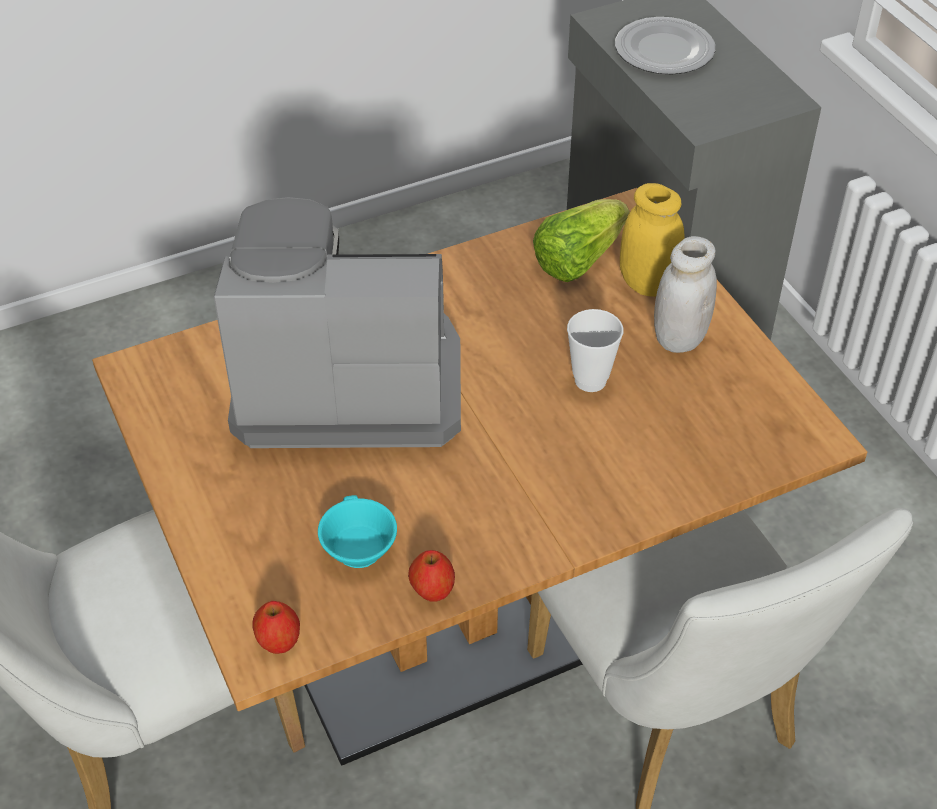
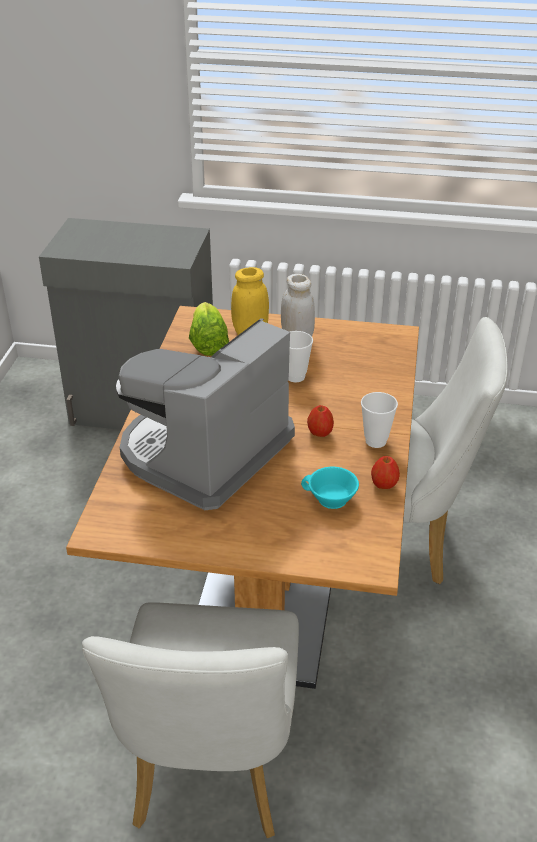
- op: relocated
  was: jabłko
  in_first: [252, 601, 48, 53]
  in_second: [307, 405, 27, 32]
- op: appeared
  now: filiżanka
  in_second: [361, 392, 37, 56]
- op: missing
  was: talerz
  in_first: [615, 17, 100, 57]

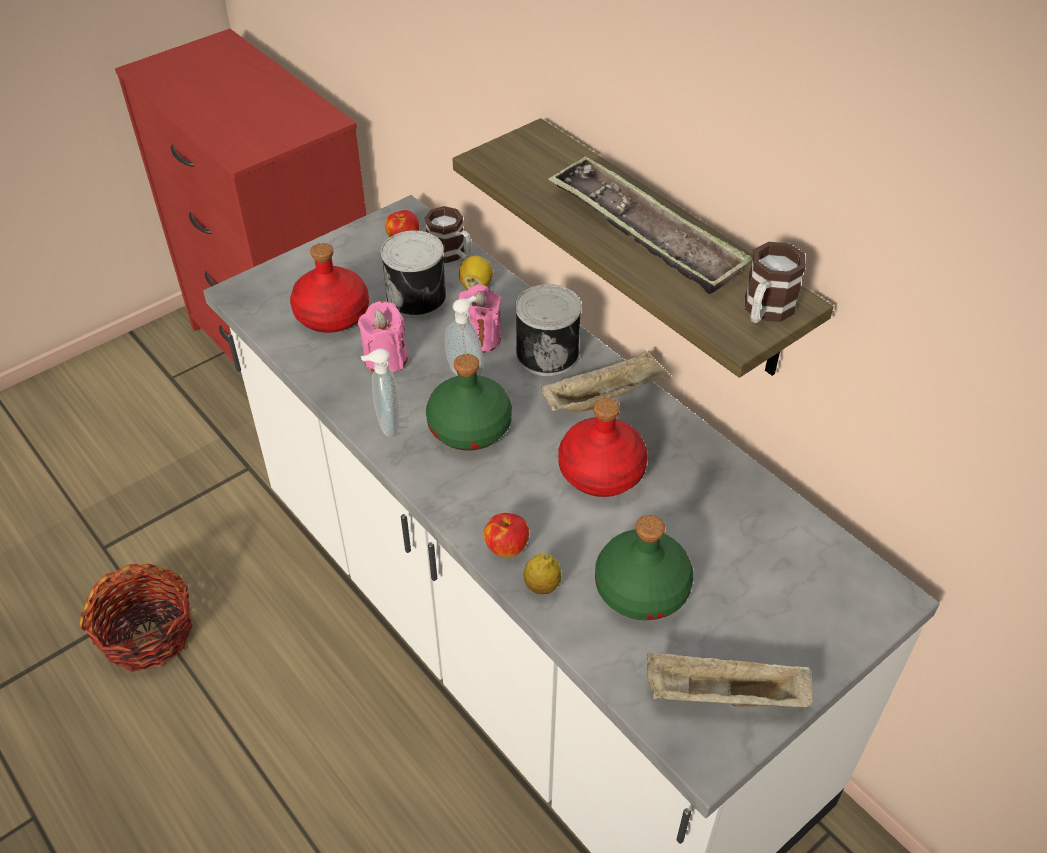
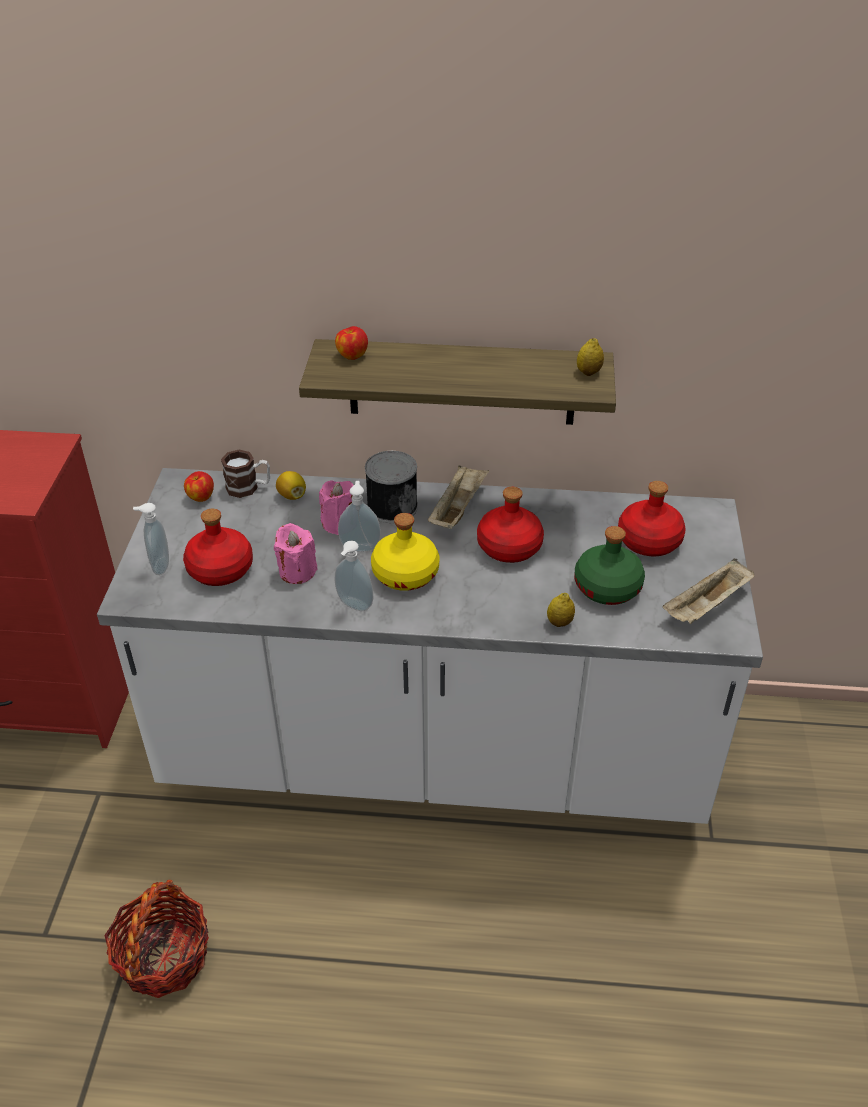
- op: appeared
  now: dozownik mydła
  in_second: [133, 503, 36, 72]
- op: relocated
  was: jabłko
  in_first: [484, 513, 45, 44]
  in_second: [335, 326, 33, 34]
- op: colour
  was: butelka/zielony
  now: butelka/żółty
  in_first: [426, 354, 86, 96]
  in_second: [371, 513, 68, 78]
- op: exchanged
  was: kubek
  now: cytryna
  in_first: [745, 242, 61, 81]
  in_second: [577, 338, 27, 38]
- op: appeared
  now: butelka/czerwony
  in_second: [618, 481, 68, 75]
- op: missing
  was: puszka
  in_first: [381, 230, 66, 88]
- op: missing
  was: taca
  in_first: [548, 156, 204, 138]

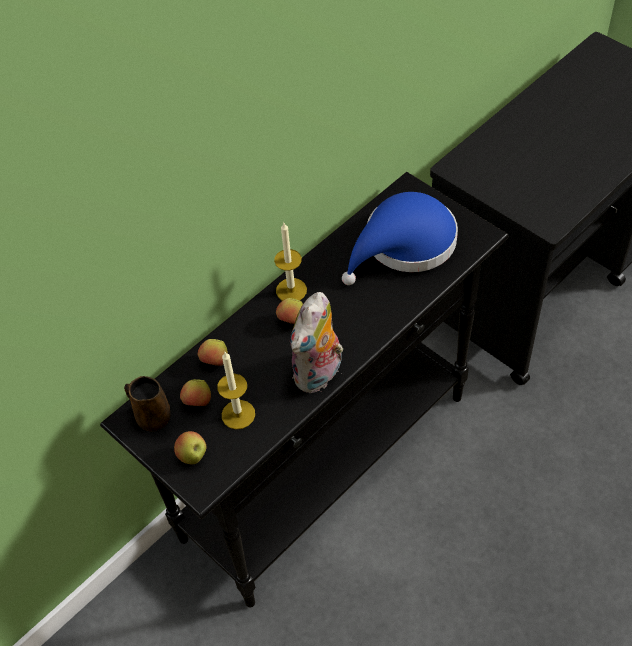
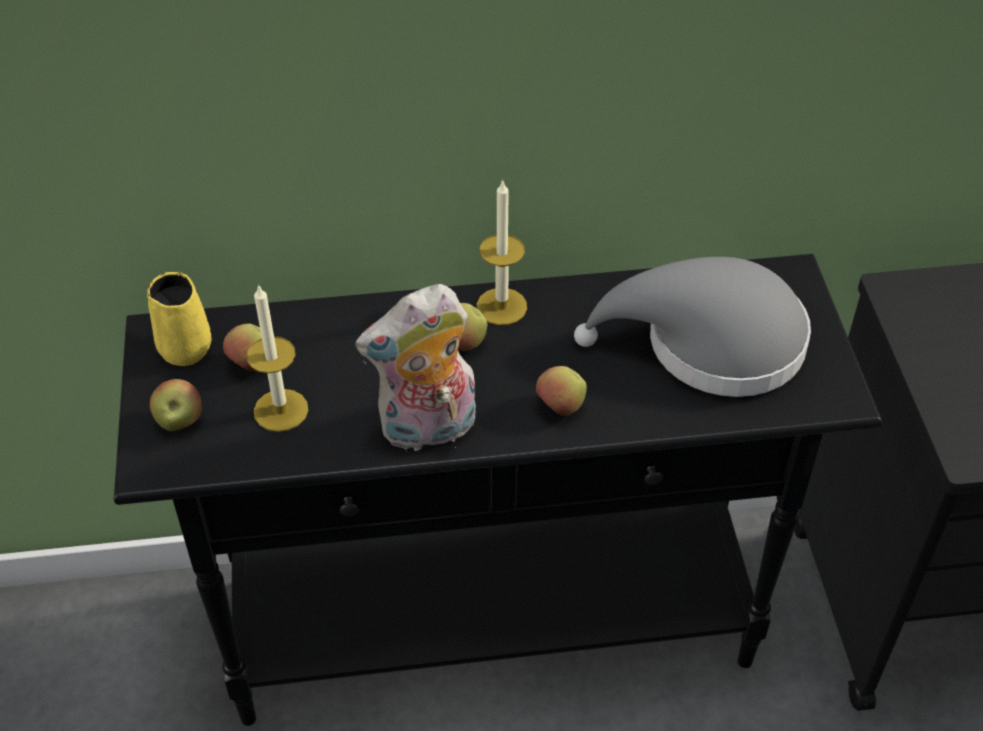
- op: colour
  was: kubek/brązowy
  now: kubek/żółty
  in_first: [124, 376, 47, 55]
  in_second: [147, 272, 64, 94]
- op: relocated
  was: jabłko
  in_first: [198, 339, 30, 27]
  in_second: [536, 366, 51, 50]
- op: colour
  was: kapelusz/niebieski
  now: kapelusz/szary
  in_first: [342, 192, 116, 93]
  in_second: [574, 257, 237, 140]

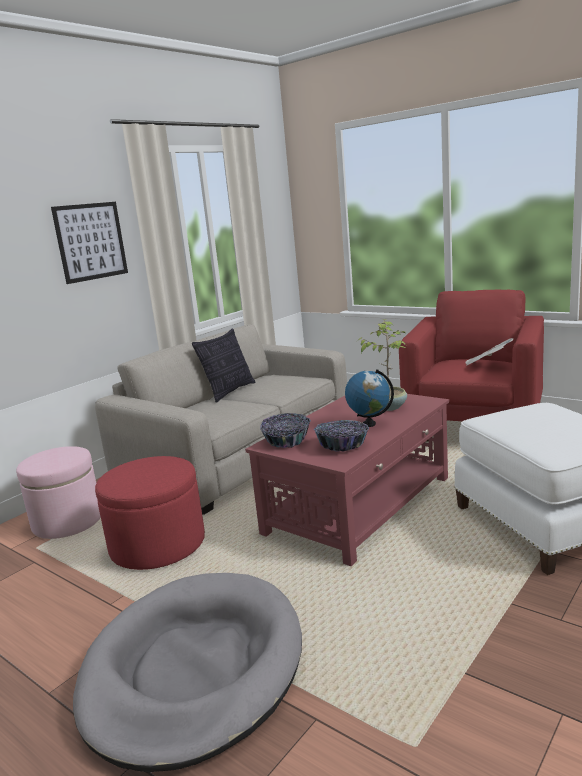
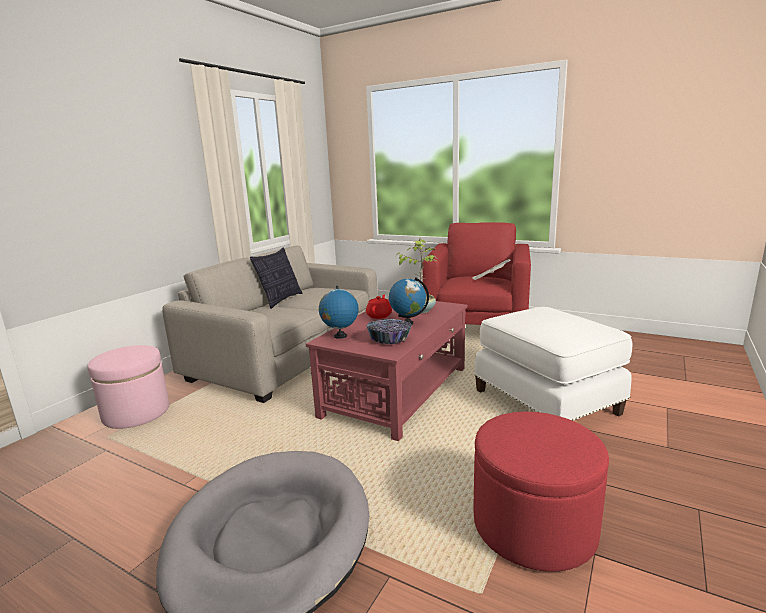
- op: exchanged
  was: miska
  now: globus
  in_first: [260, 413, 51, 35]
  in_second: [319, 286, 40, 53]
- op: appeared
  now: imbryk/czerwony
  in_second: [366, 295, 26, 24]
- op: relocated
  was: pufa/czerwony
  in_first: [95, 456, 110, 114]
  in_second: [473, 411, 136, 161]
- op: missing
  was: obraz
  in_first: [51, 202, 77, 82]

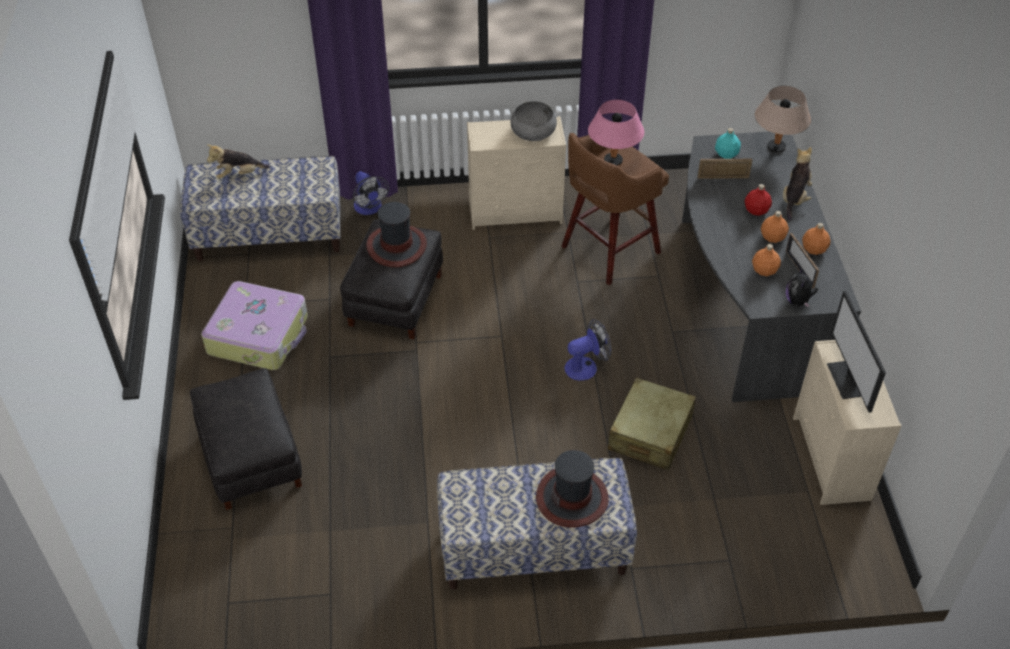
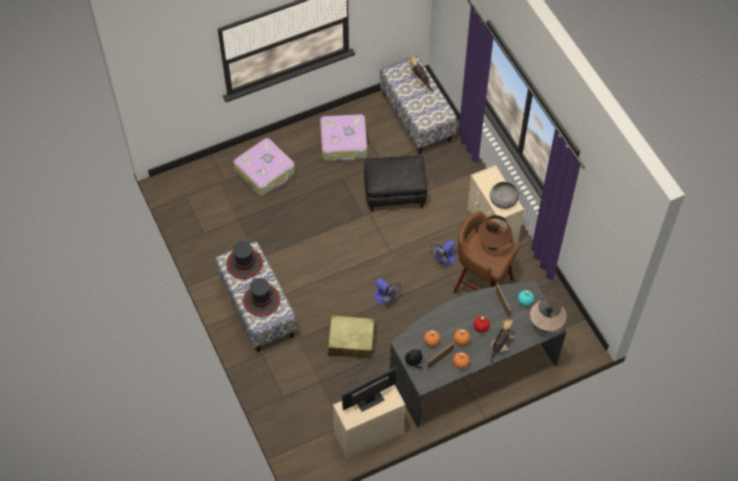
- op: relocated
  was: kapelusz
  in_first: [366, 202, 61, 65]
  in_second: [226, 241, 37, 38]
- op: exchanged
  was: pufa/czarny
  now: walizka
  in_first: [190, 368, 112, 142]
  in_second: [233, 138, 62, 58]
- op: relocated
  was: wentylator
  in_first: [353, 171, 36, 44]
  in_second: [431, 240, 25, 26]
- op: colour
  was: lampa stołowa/różowy
  now: lampa stołowa/brązowy
  in_first: [588, 100, 56, 66]
  in_second: [478, 215, 35, 35]
- op: spun
  was: pluszak
  in_first: [783, 147, 29, 74]
  in_second: [491, 320, 23, 43]
  clockwise: -60

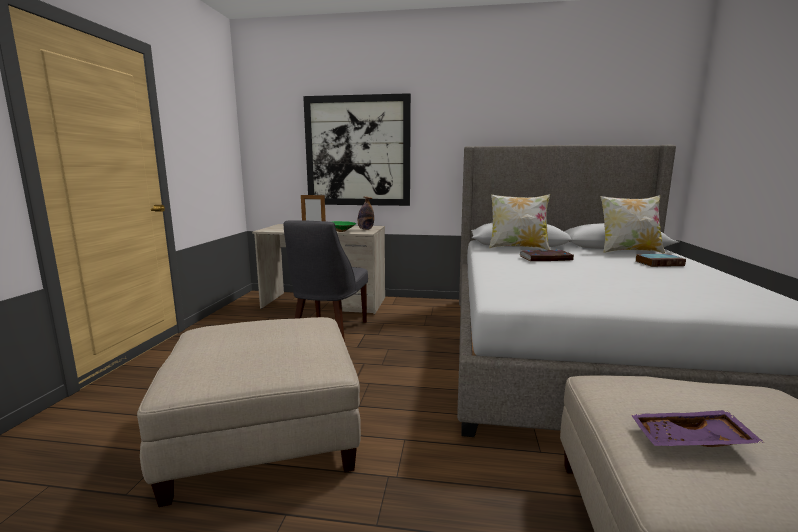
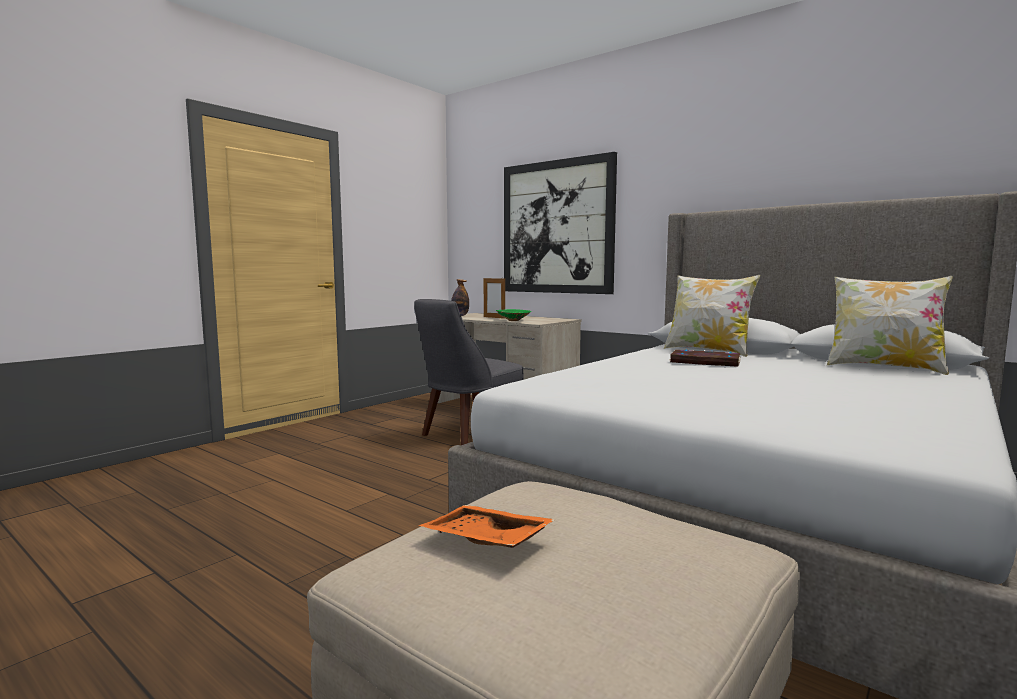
- op: colour
  was: taca/fioletowy
  now: taca/pomarańczowy
  in_first: [631, 410, 133, 37]
  in_second: [419, 505, 137, 43]
- op: relocated
  was: butelka
  in_first: [358, 196, 16, 34]
  in_second: [451, 279, 18, 37]
- op: missing
  was: pufa/beżowy
  in_first: [137, 317, 224, 190]
- op: missing
  was: książka
  in_first: [636, 254, 50, 13]

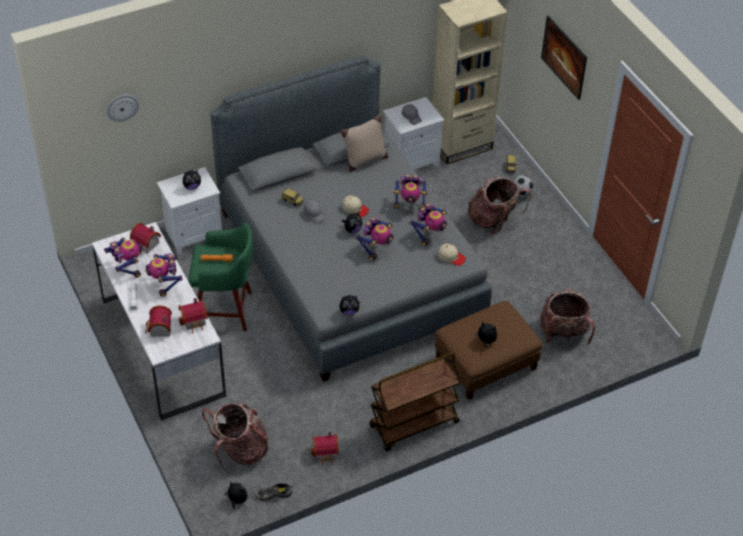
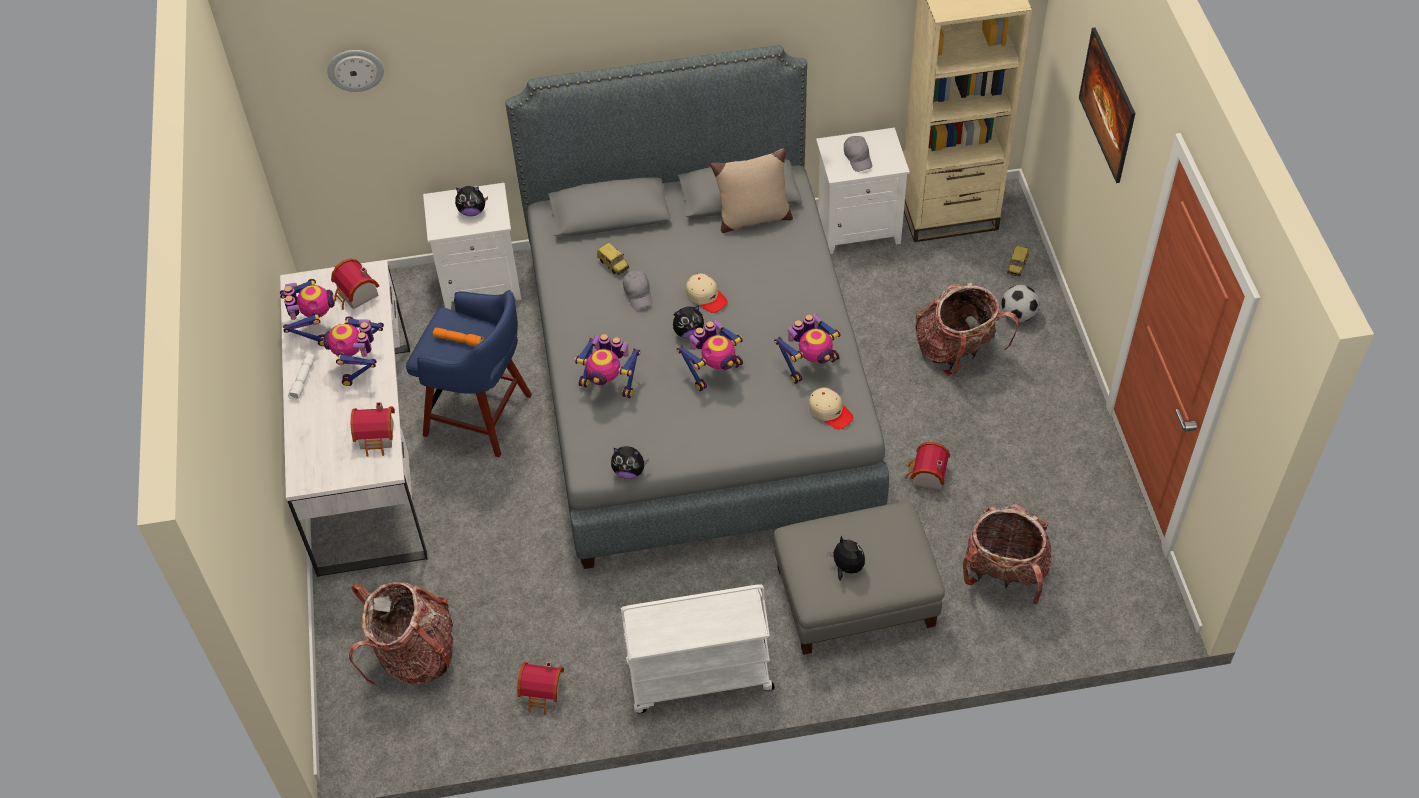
- op: colour
  was: stołek/zielony
  now: stołek/niebieski
  in_first: [188, 223, 65, 108]
  in_second: [406, 290, 126, 167]
- op: relocated
  was: robot zabawkowy
  in_first: [393, 174, 35, 35]
  in_second: [574, 334, 67, 64]
- op: colour
  was: wózek/brązowy
  now: wózek/biały
  in_first: [369, 352, 92, 99]
  in_second: [621, 584, 154, 129]
- op: colour
  was: pufa/brązowy
  now: pufa/szary
  in_first: [435, 301, 108, 99]
  in_second: [774, 502, 171, 153]
- op: relocated
  was: domek
  in_first: [145, 305, 27, 32]
  in_second: [905, 442, 45, 48]
- op: missing
  was: pluszak
  in_first: [224, 482, 23, 27]
- op: missing
  was: but
  in_first: [255, 483, 38, 18]

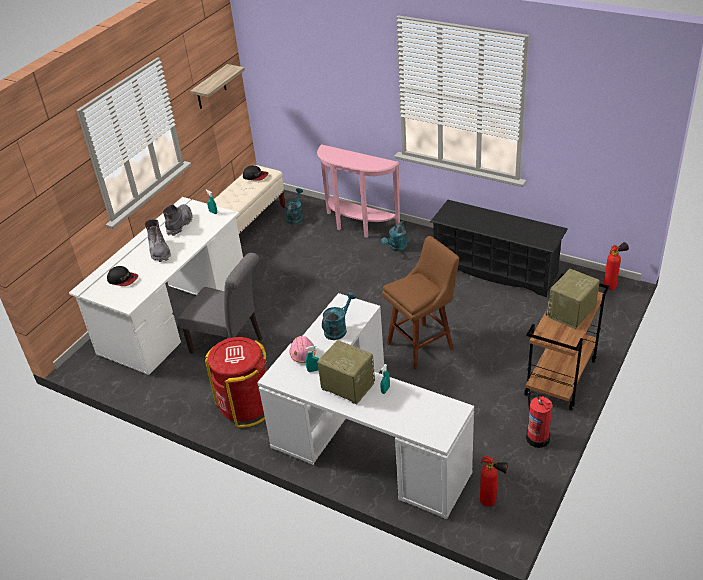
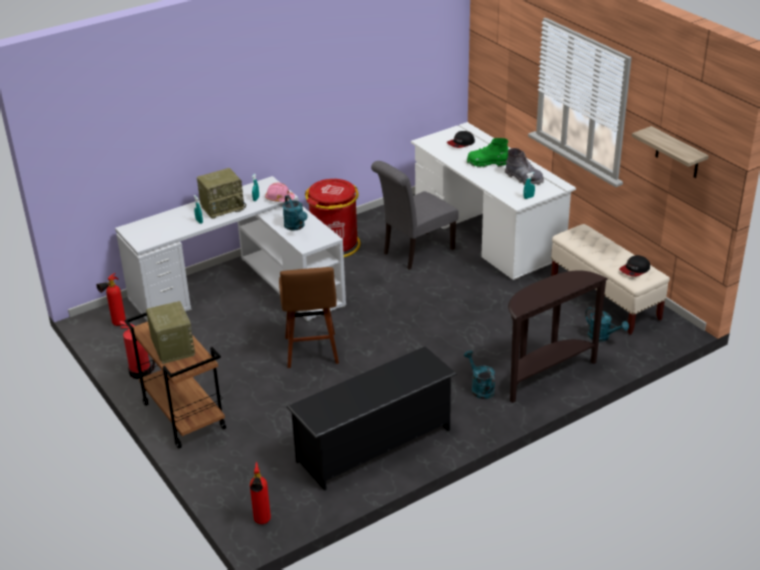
- op: colour
  was: but z cholewką/szary
  now: but z cholewką/zielony
  in_first: [145, 219, 26, 43]
  in_second: [467, 138, 42, 30]
- op: colour
  was: stolik konsolowy/różowy
  now: stolik konsolowy/brązowy
  in_first: [317, 144, 83, 94]
  in_second: [508, 270, 99, 133]

